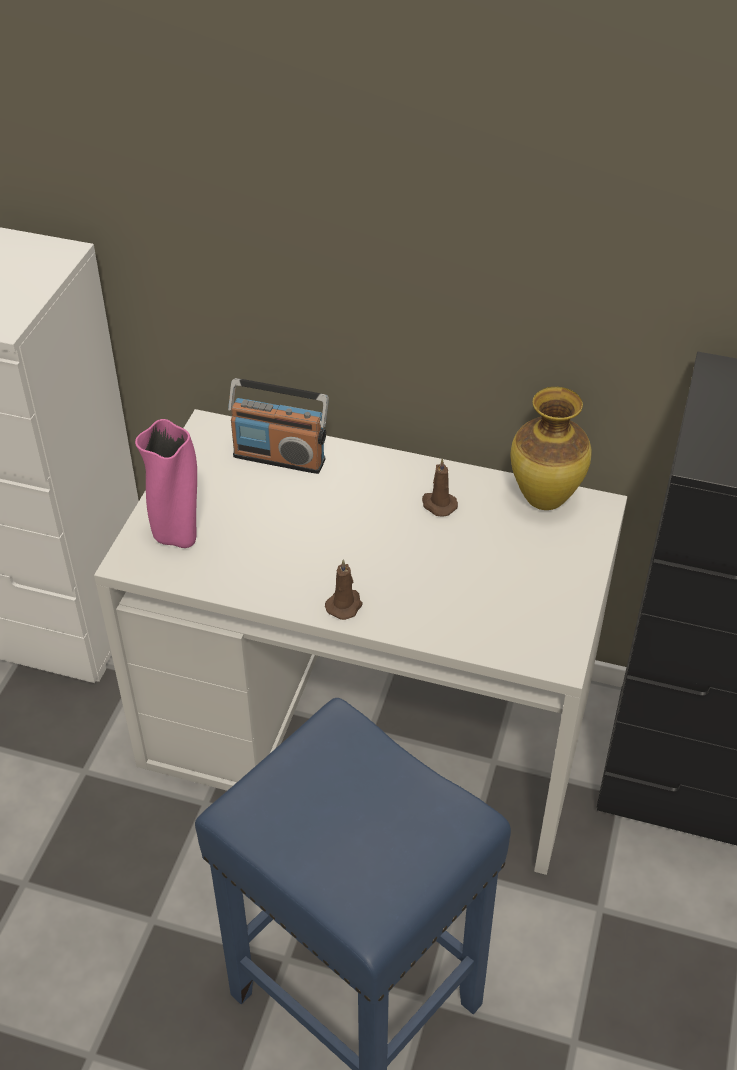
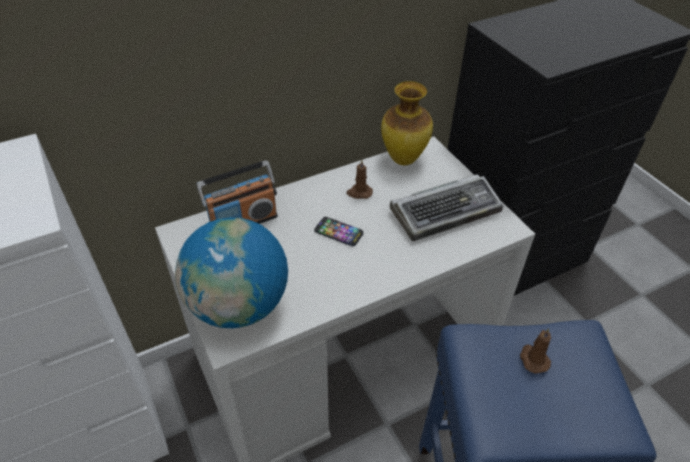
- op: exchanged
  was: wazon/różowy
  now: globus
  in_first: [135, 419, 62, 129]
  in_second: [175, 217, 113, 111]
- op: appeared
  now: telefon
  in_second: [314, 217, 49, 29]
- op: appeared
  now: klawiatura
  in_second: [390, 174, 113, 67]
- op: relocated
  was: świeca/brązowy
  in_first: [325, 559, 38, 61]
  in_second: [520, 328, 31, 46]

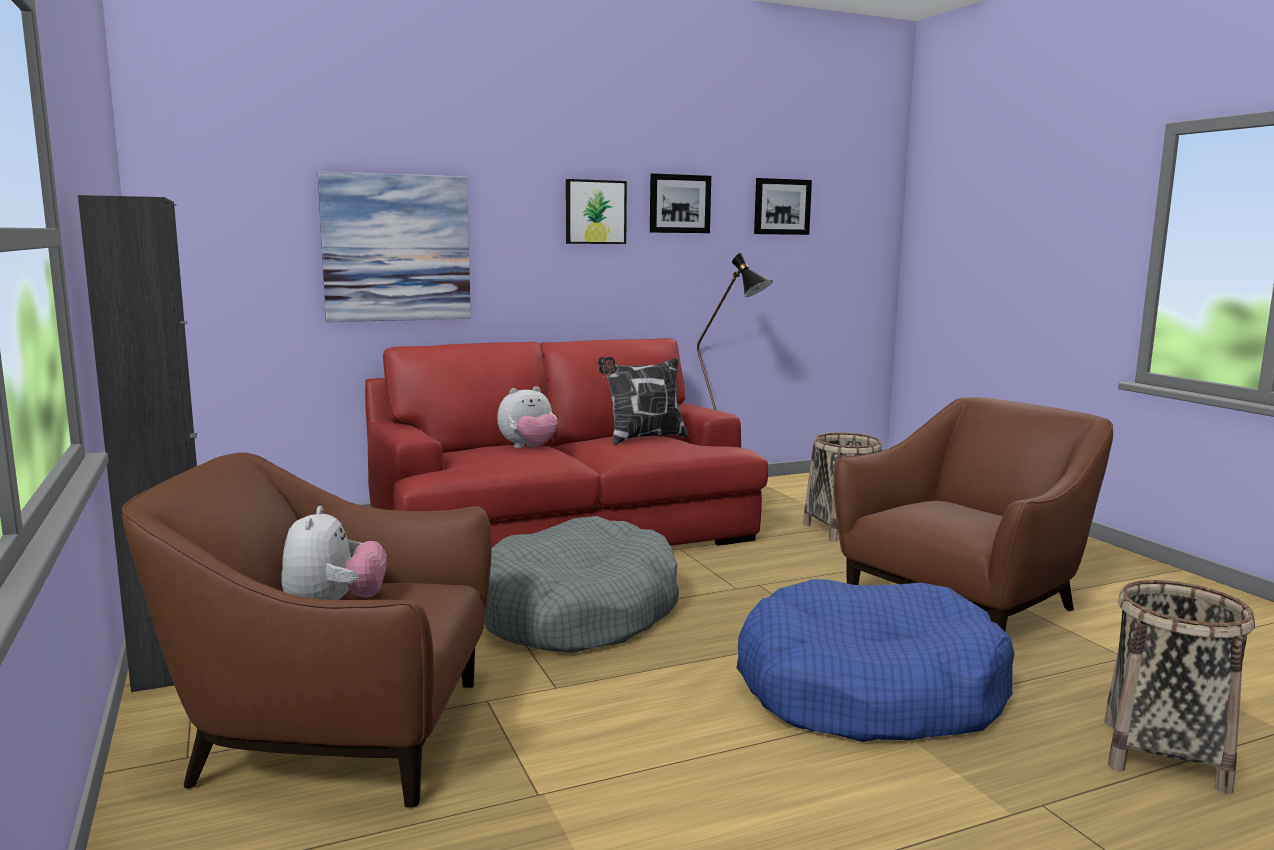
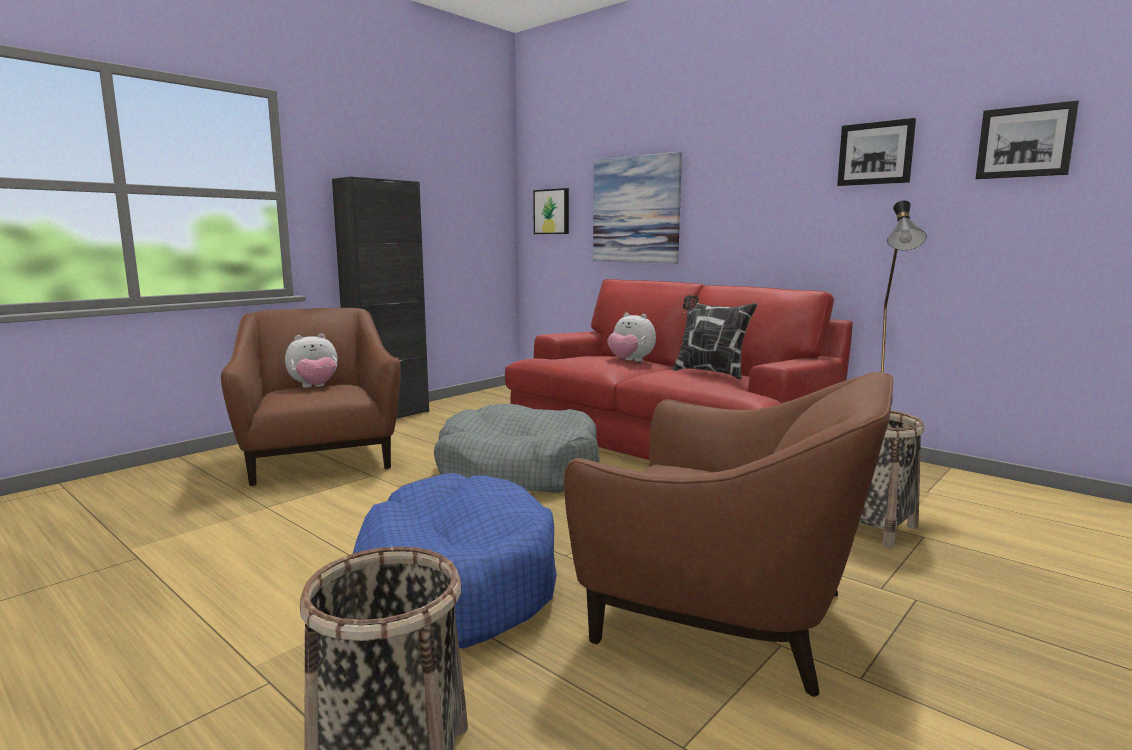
- op: relocated
  was: obraz
  in_first: [566, 179, 61, 65]
  in_second: [533, 188, 36, 46]

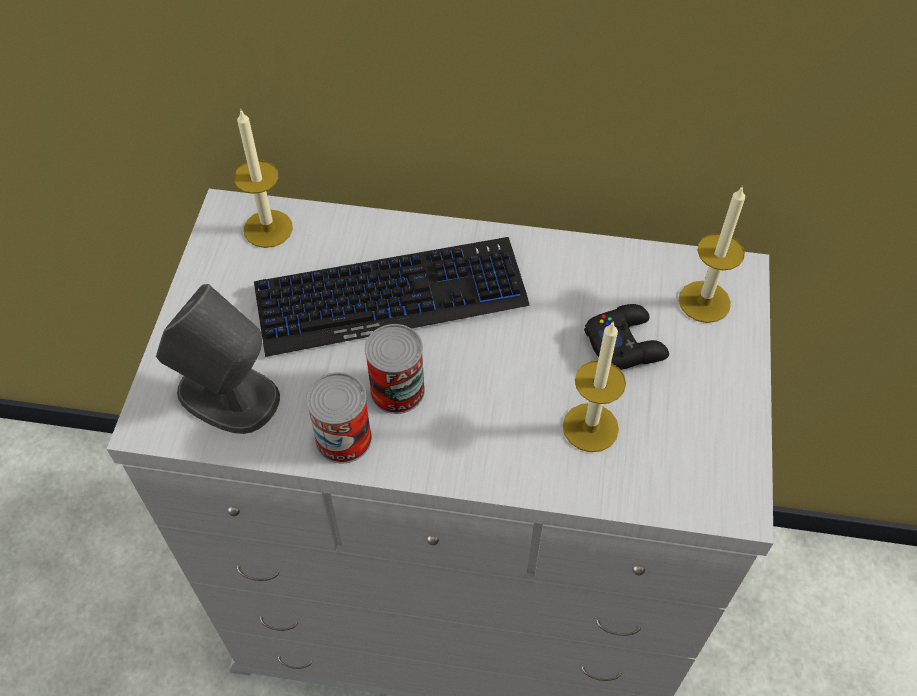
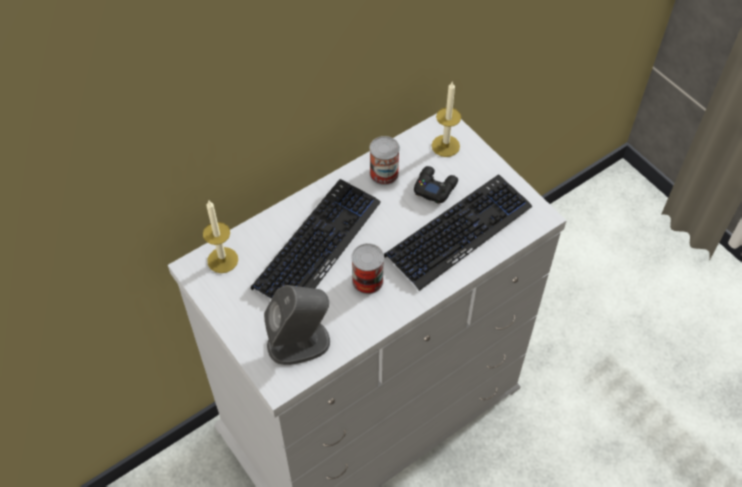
- op: relocated
  was: puszka
  in_first: [306, 372, 66, 91]
  in_second: [370, 136, 30, 49]
- op: exchanged
  was: świeca
  now: klawiatura
  in_first: [563, 321, 63, 131]
  in_second: [384, 174, 149, 117]

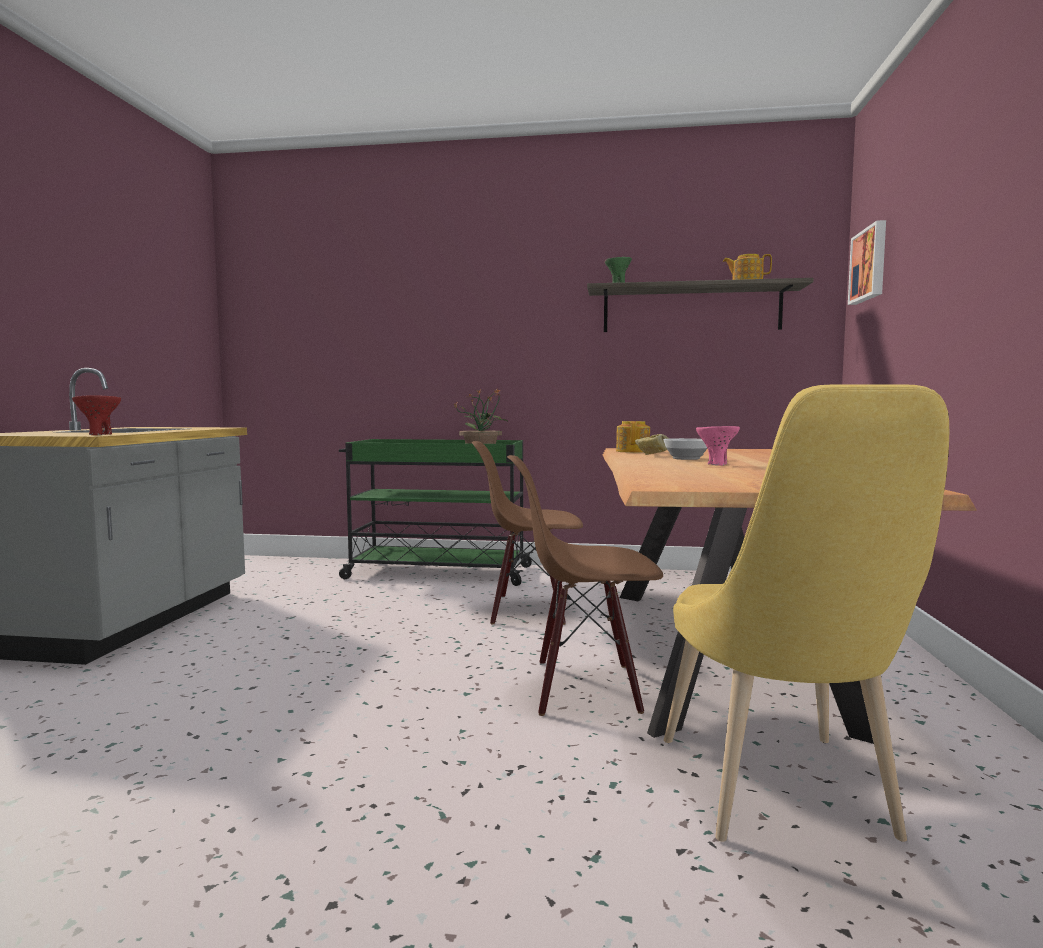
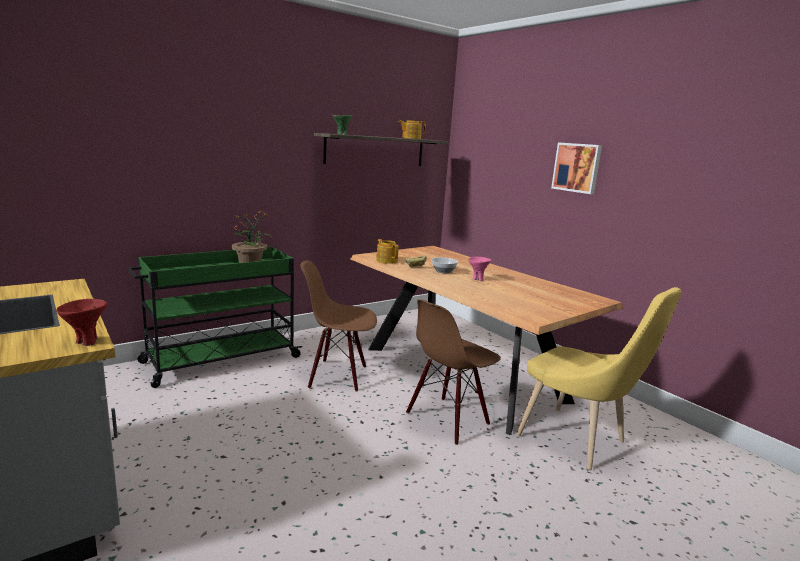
- op: spun
  was: krzesło/brązowy
  in_first: [471, 441, 112, 184]
  in_second: [301, 260, 76, 131]
  clockwise: 45
- op: relocated
  was: obraz
  in_first: [848, 220, 38, 85]
  in_second: [551, 142, 51, 52]

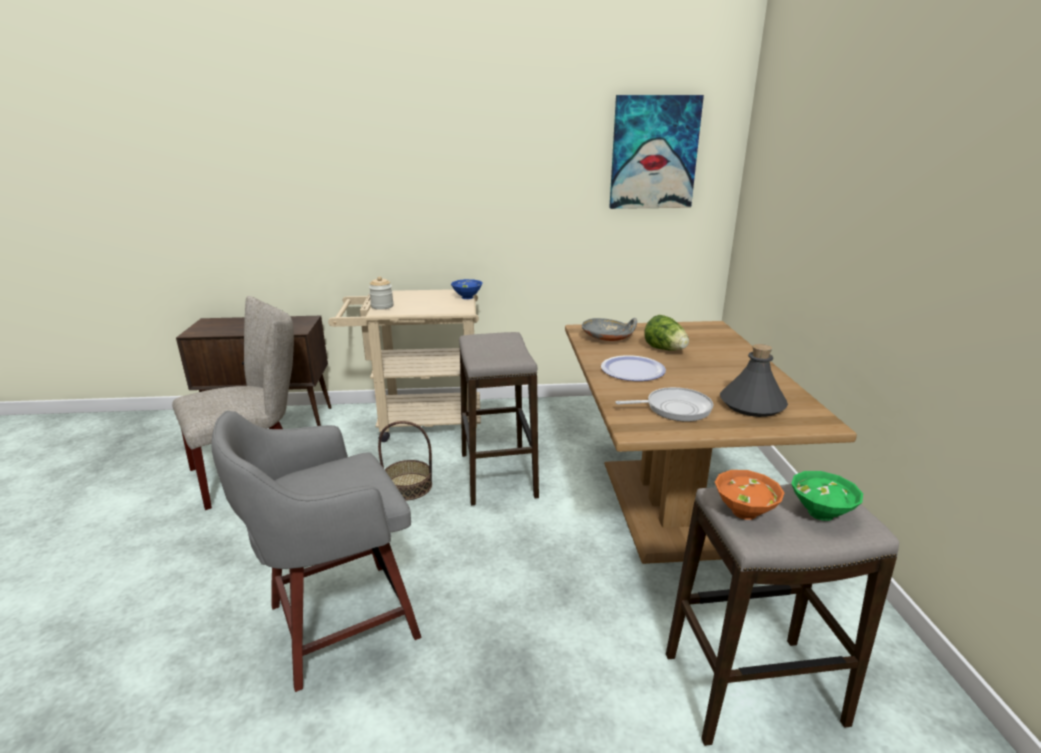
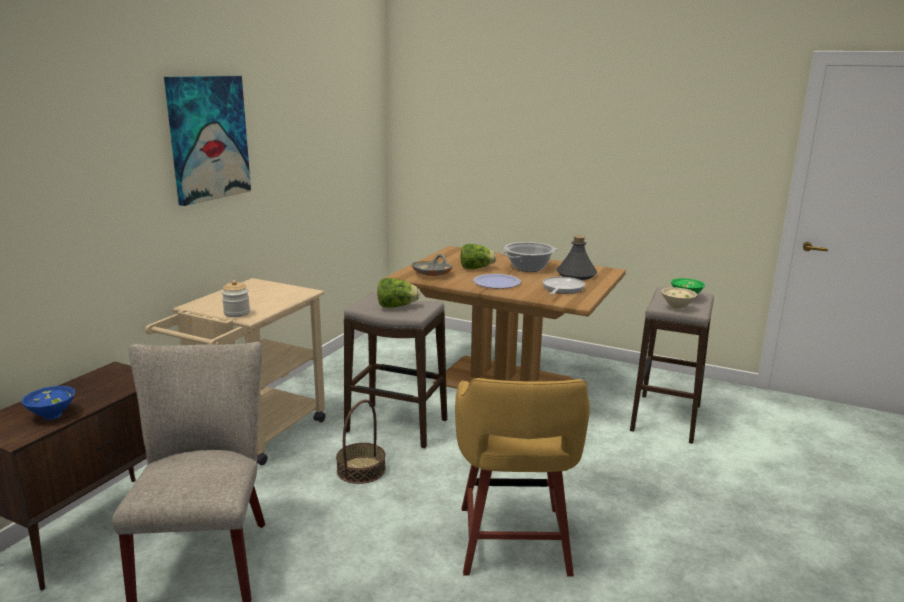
- op: relocated
  was: miska/niebieski
  in_first: [451, 279, 32, 20]
  in_second: [21, 386, 54, 34]
- op: relocated
  was: obraz
  in_first: [609, 95, 95, 114]
  in_second: [164, 76, 87, 130]
- op: appeared
  now: sałata
  in_second: [378, 278, 42, 30]
- op: colour
  was: stołek/szary
  now: stołek/żółty
  in_first: [211, 411, 210, 281]
  in_second: [455, 378, 135, 199]
- op: appeared
  now: garnek
  in_second: [501, 242, 57, 30]
- op: colour
  was: miska/pomarańczowy
  now: miska/beżowy
  in_first: [715, 470, 69, 50]
  in_second: [661, 287, 37, 23]

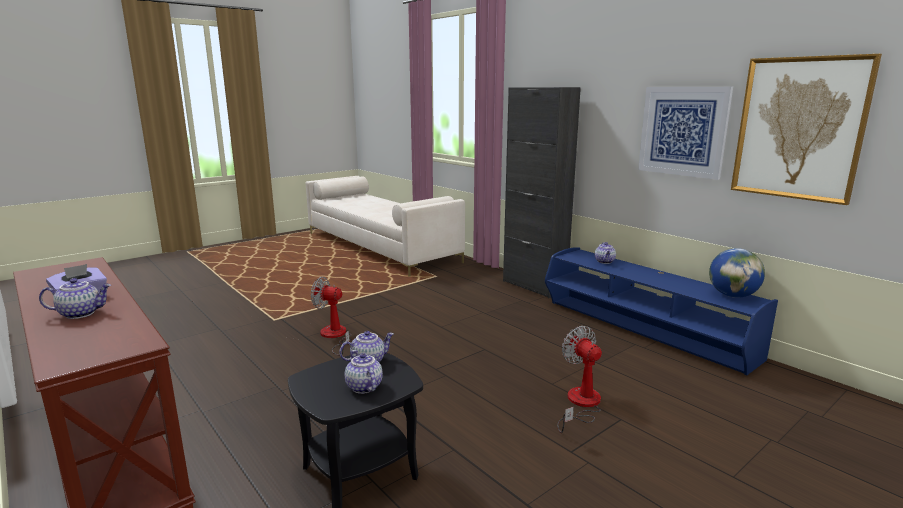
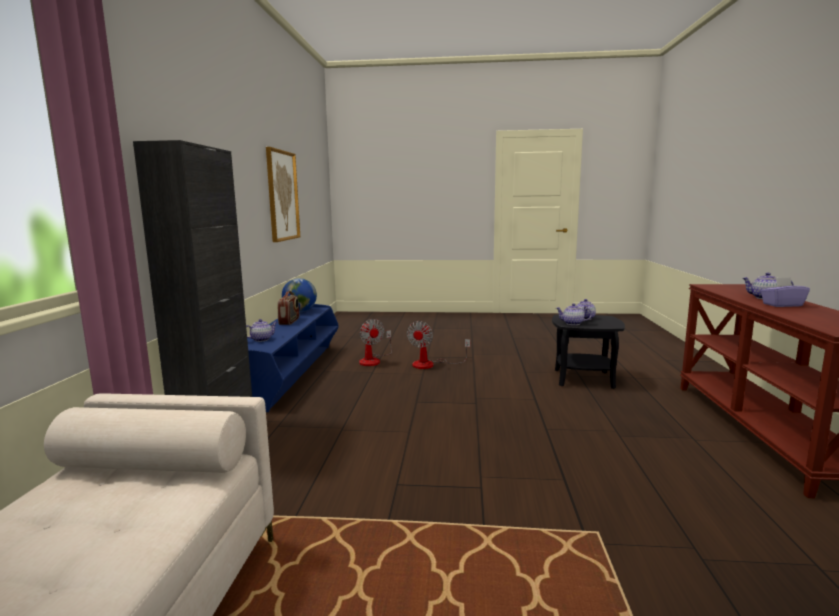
- op: appeared
  now: radio
  in_second: [278, 291, 21, 34]
- op: relocated
  was: wentylator
  in_first: [311, 277, 42, 79]
  in_second: [359, 319, 33, 47]
- op: missing
  was: obraz
  in_first: [638, 87, 95, 93]

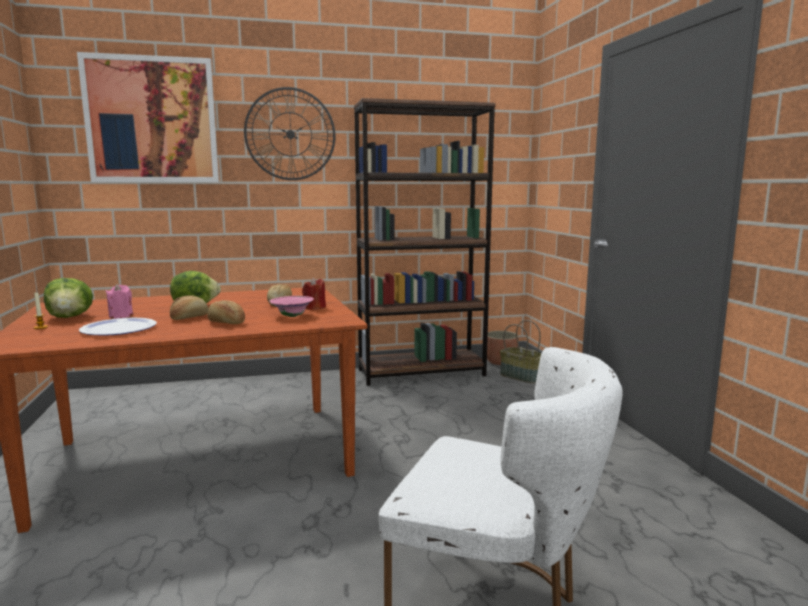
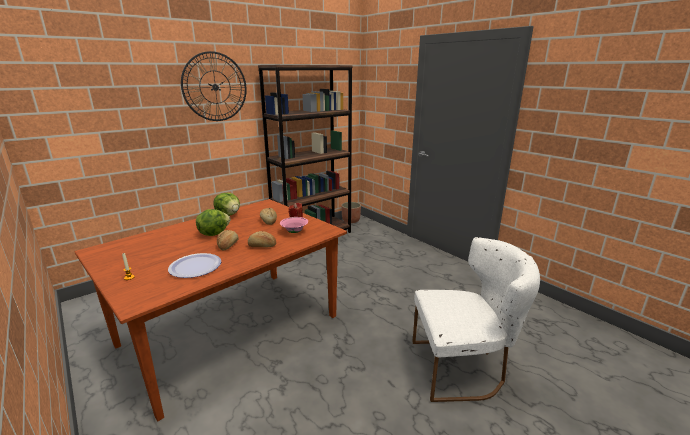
- op: relocated
  was: sałata
  in_first: [44, 278, 49, 40]
  in_second: [214, 193, 26, 23]
- op: missing
  was: obraz
  in_first: [77, 52, 142, 130]
- op: missing
  was: świeca/różowy
  in_first: [106, 284, 27, 35]
- op: missing
  was: koszyk
  in_first: [500, 320, 41, 63]

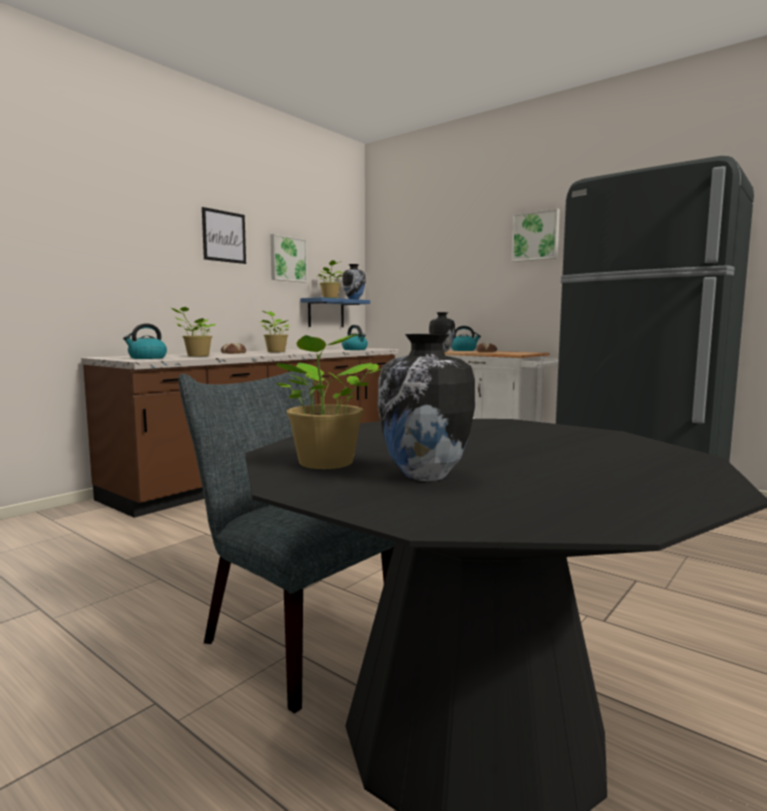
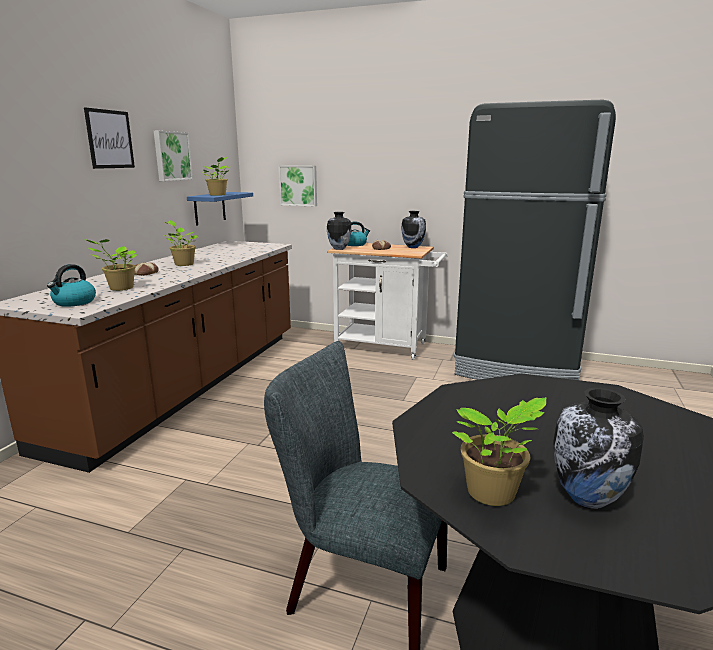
- op: relocated
  was: obraz
  in_first: [511, 208, 49, 54]
  in_second: [279, 165, 38, 41]
- op: relocated
  was: wazon
  in_first: [342, 264, 23, 35]
  in_second: [401, 211, 25, 37]
- op: missing
  was: czajnik
  in_first: [342, 325, 26, 25]

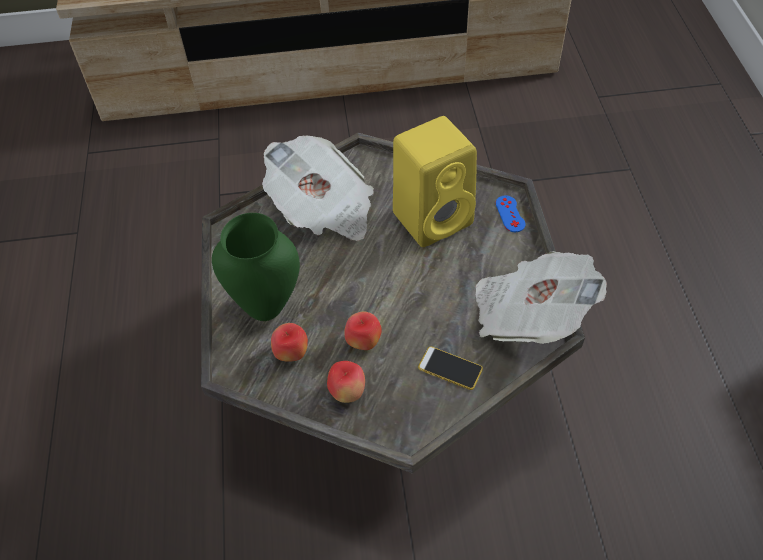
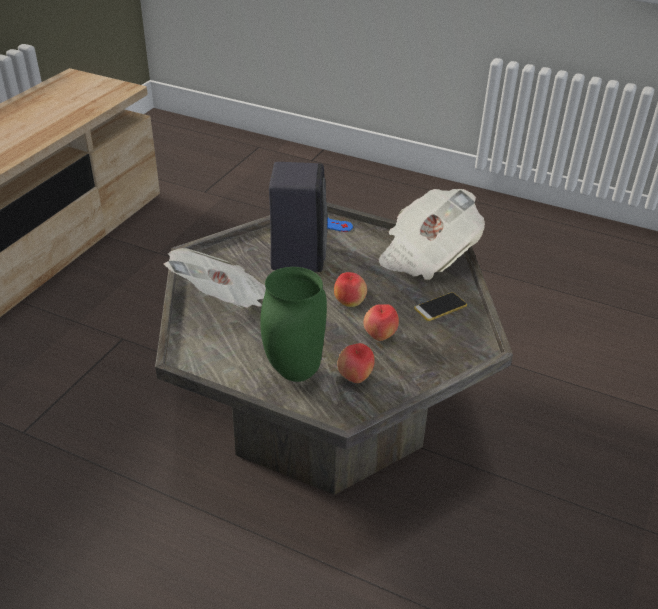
- op: colour
  was: głośnik/żółty
  now: głośnik/czarny
  in_first: [393, 116, 84, 131]
  in_second: [269, 162, 58, 110]
- op: relocated
  was: jabłko
  in_first: [327, 361, 38, 42]
  in_second: [334, 272, 33, 35]

